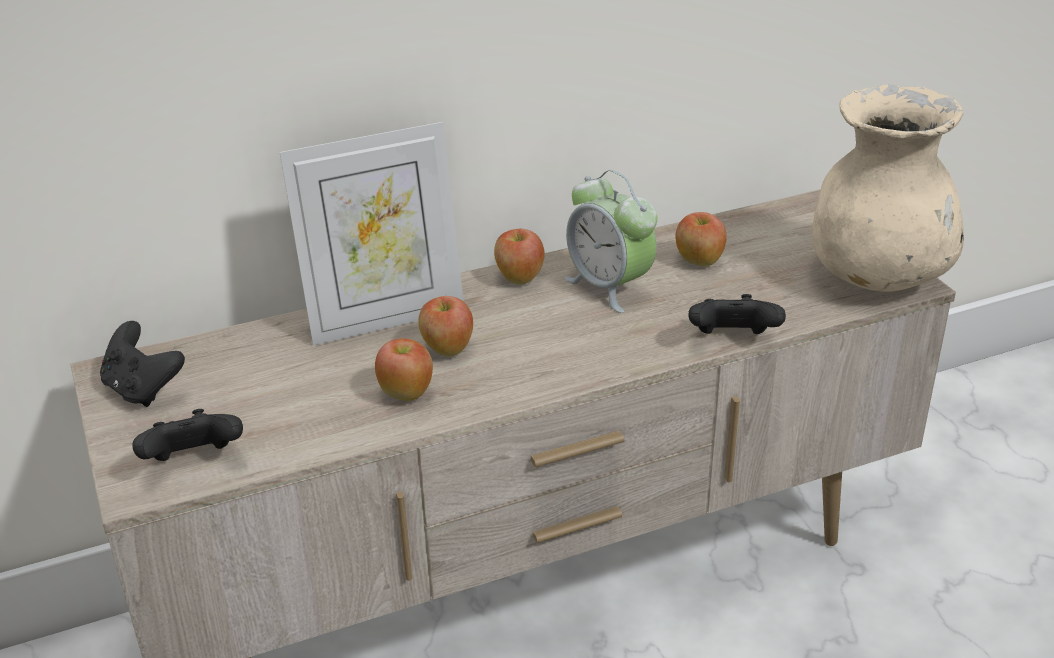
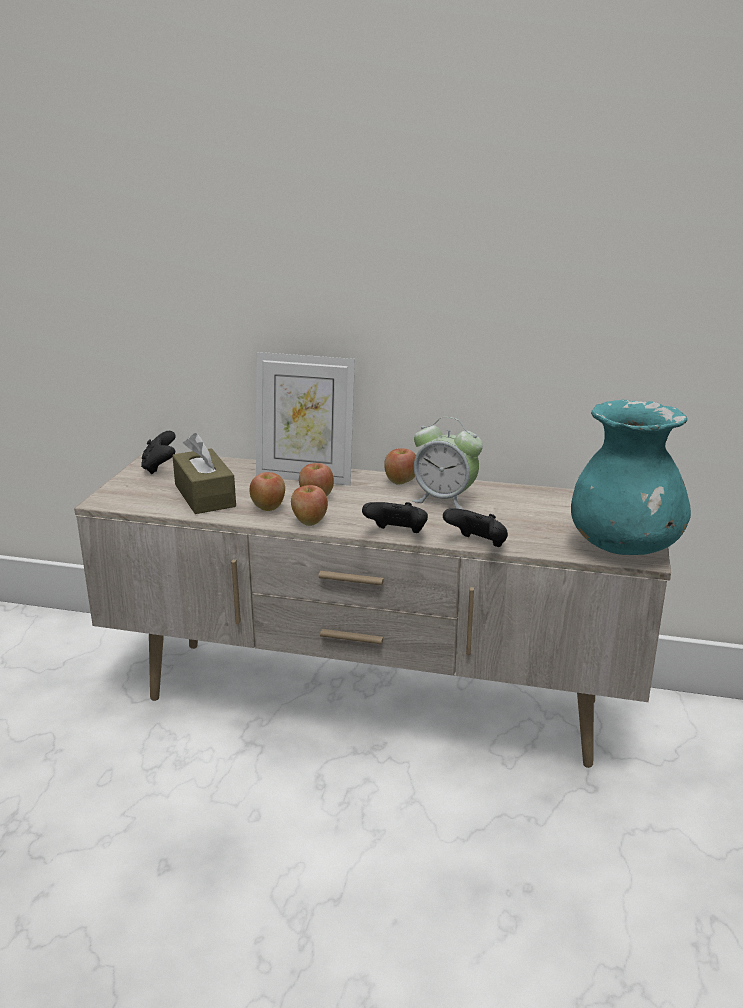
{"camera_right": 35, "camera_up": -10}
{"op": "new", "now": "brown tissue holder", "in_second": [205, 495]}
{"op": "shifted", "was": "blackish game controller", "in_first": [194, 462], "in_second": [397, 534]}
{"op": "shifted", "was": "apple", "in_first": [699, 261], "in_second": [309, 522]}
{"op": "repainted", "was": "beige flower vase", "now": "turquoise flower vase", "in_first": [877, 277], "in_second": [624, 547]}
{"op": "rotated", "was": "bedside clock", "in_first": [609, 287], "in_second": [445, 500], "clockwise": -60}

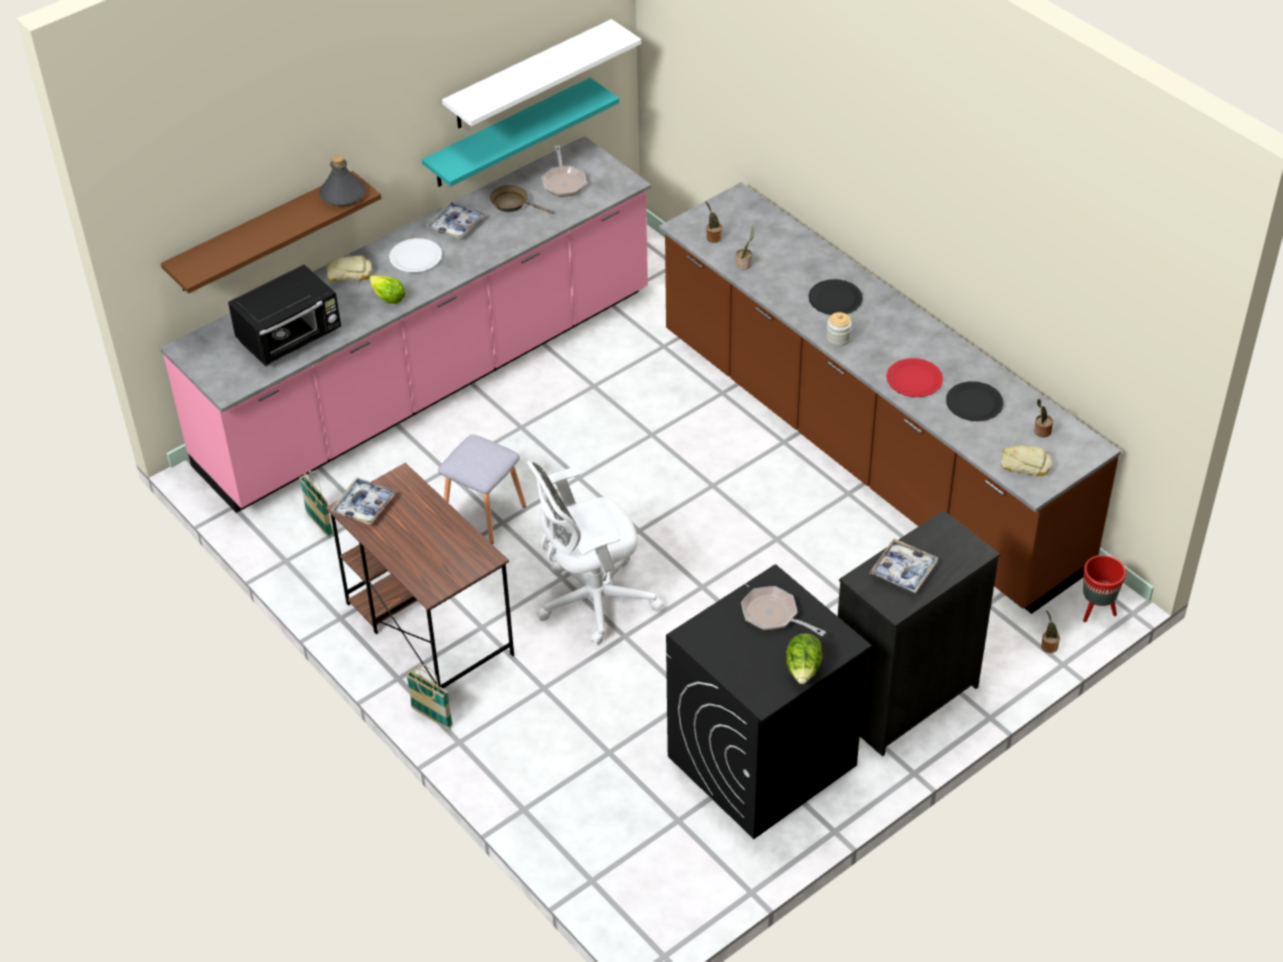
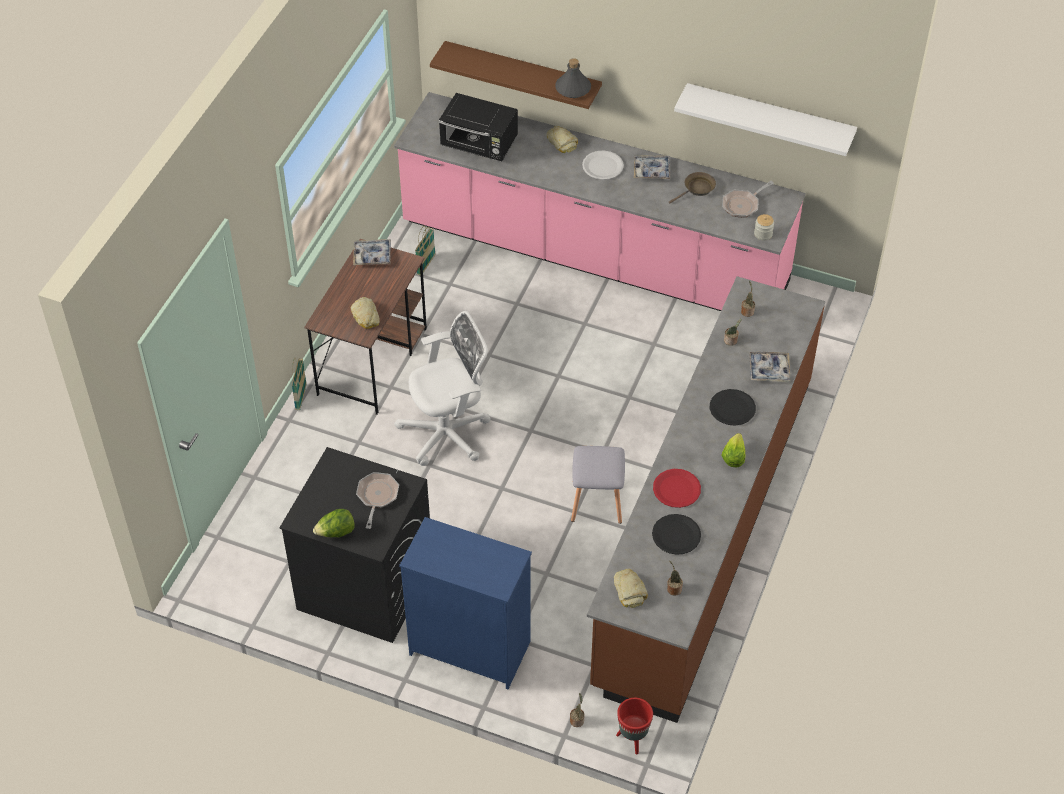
{"camera_right": 60, "camera_up": 5}
{"op": "gone", "was": "turquoise shelf", "in_first": [509, 134]}
{"op": "new", "now": "bread", "in_second": [365, 316]}
{"op": "shifted", "was": "lettuce", "in_first": [387, 297], "in_second": [733, 457]}
{"op": "shifted", "was": "grey stool", "in_first": [482, 513], "in_second": [596, 501]}
{"op": "shifted", "was": "storage jar", "in_first": [838, 338], "in_second": [763, 234]}
{"op": "shifted", "was": "carrying tray", "in_first": [903, 571], "in_second": [769, 370]}
{"op": "repainted", "was": "blackish dresser", "now": "bluish dresser", "in_first": [903, 698], "in_second": [470, 647]}
{"op": "rotated", "was": "brown frying pan", "in_first": [513, 204], "in_second": [697, 189], "clockwise": 60}
{"op": "rotated", "was": "white office chair", "in_first": [591, 601], "in_second": [449, 433], "clockwise": 120}

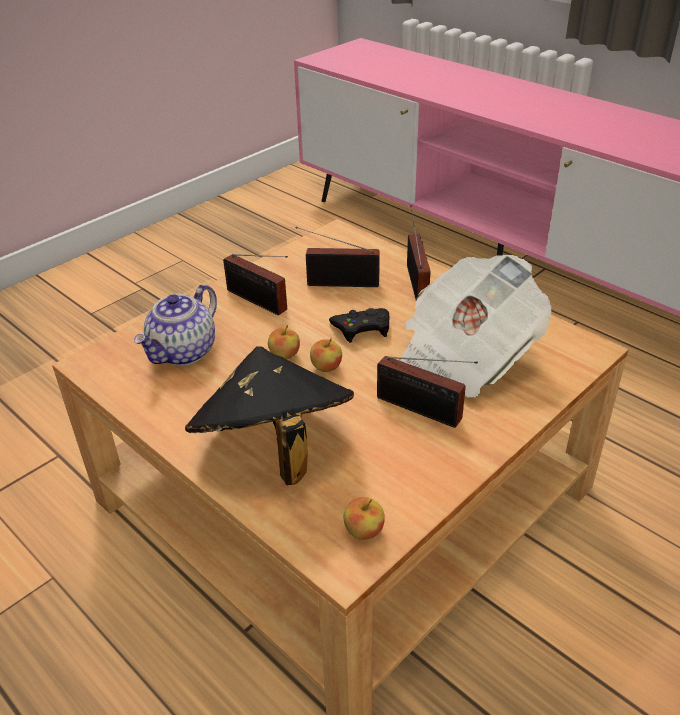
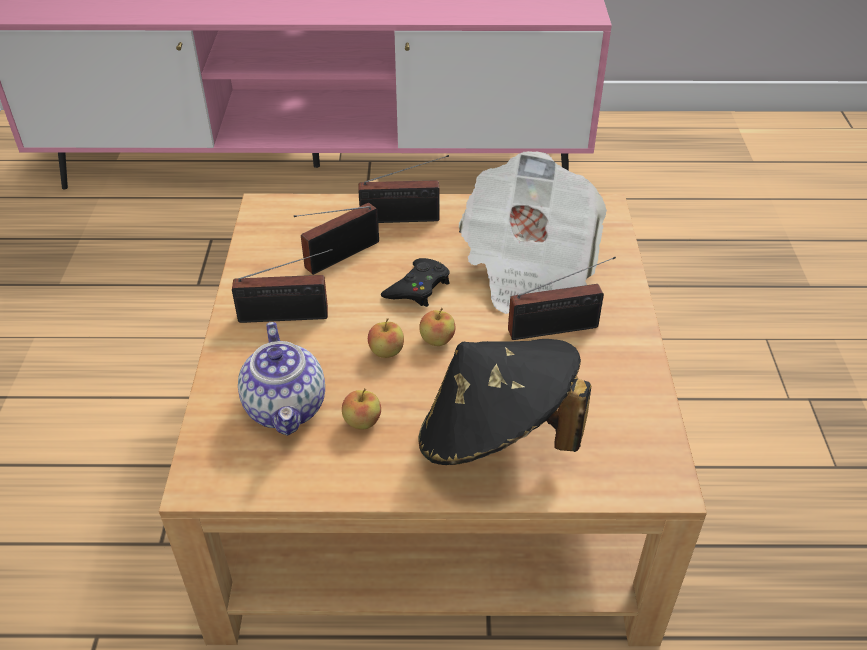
{"camera_right": -45, "camera_up": 5}
{"op": "shifted", "was": "apple", "in_first": [364, 531], "in_second": [362, 422]}
{"op": "rotated", "was": "radio", "in_first": [417, 281], "in_second": [404, 219], "clockwise": 135}

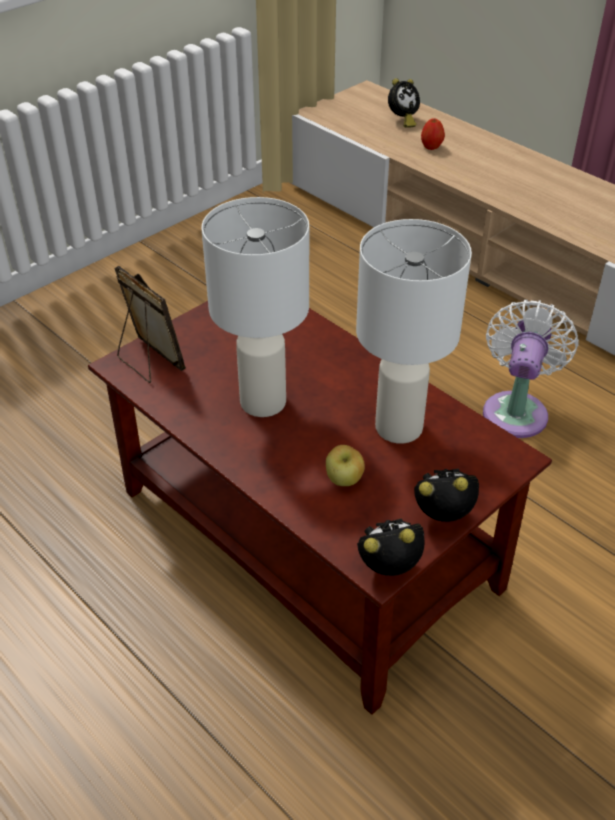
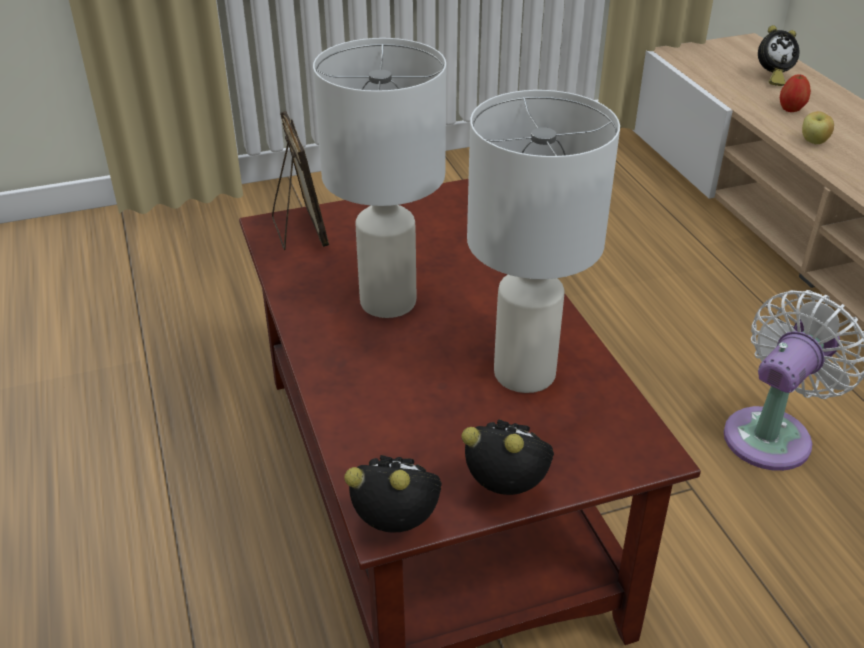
{"camera_right": 25, "camera_up": -5}
{"op": "shifted", "was": "apple", "in_first": [344, 480], "in_second": [813, 142]}

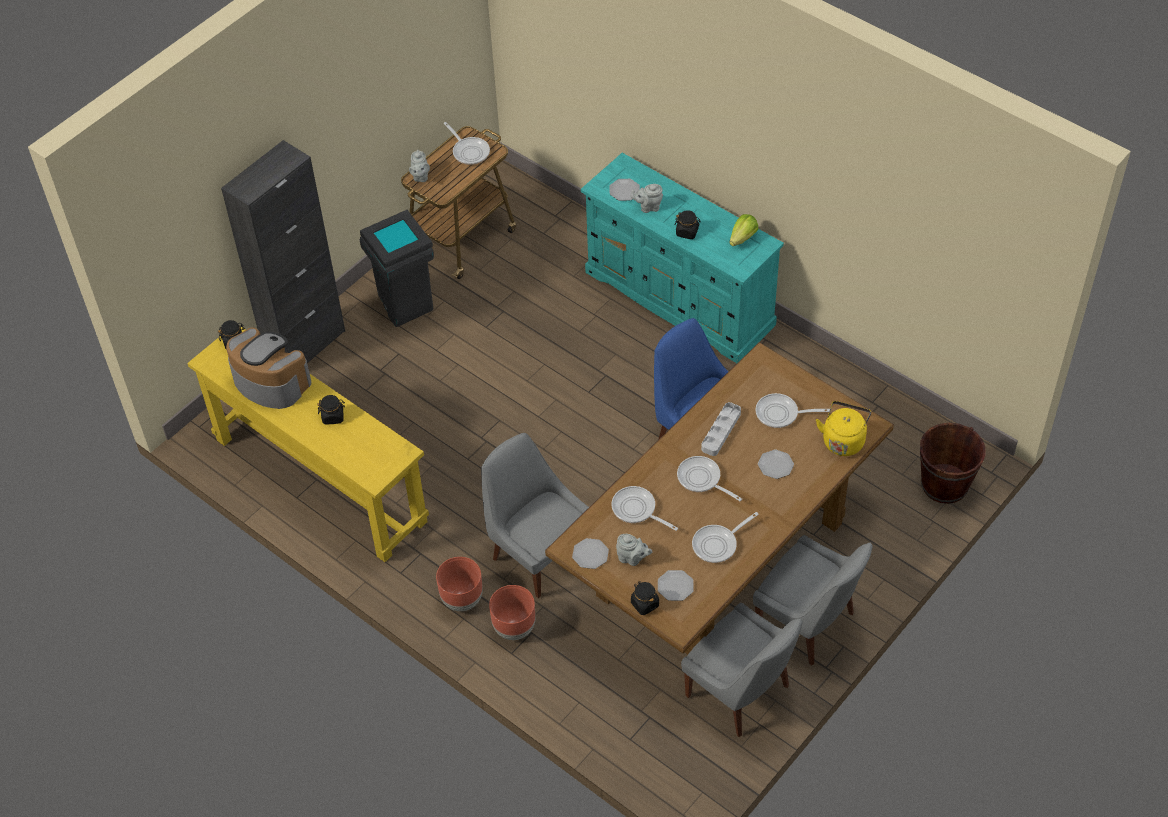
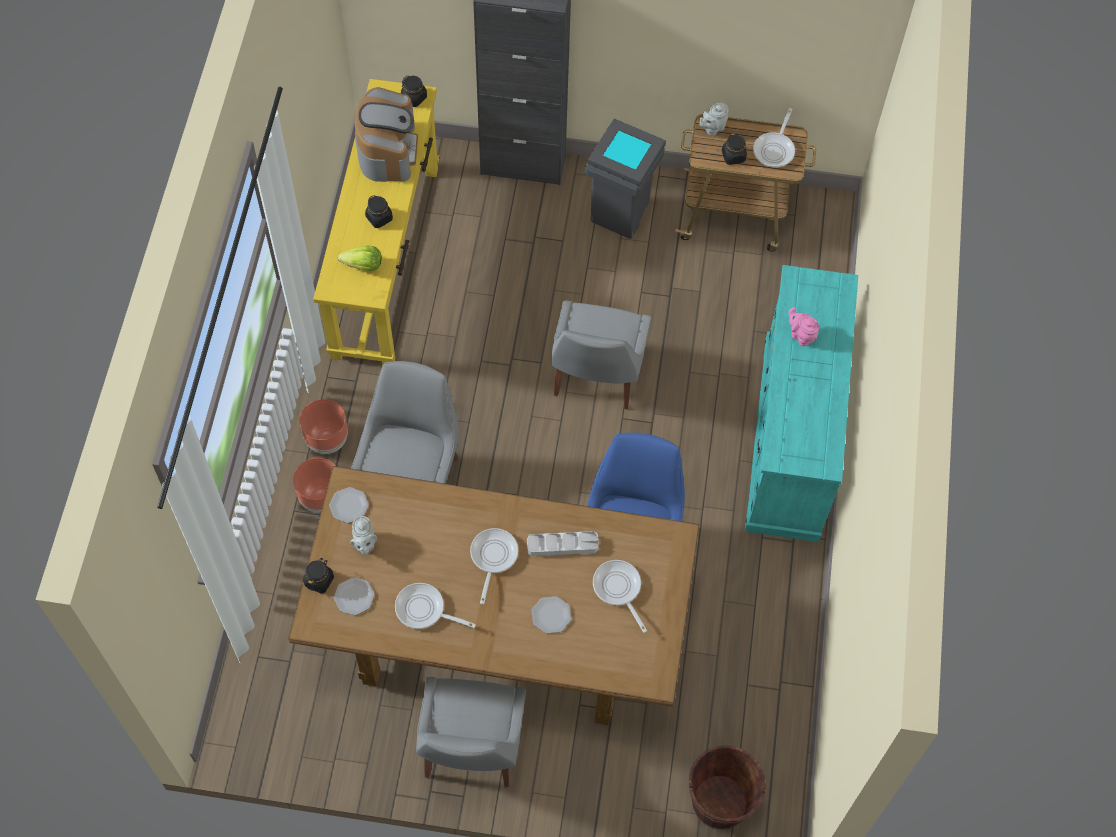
{"camera_right": 55, "camera_up": 10}
{"op": "gone", "was": "plate", "in_first": [625, 190]}
{"op": "gone", "was": "frying pan", "in_first": [637, 510]}
{"op": "gone", "was": "yellow-coloured tea kettle", "in_first": [843, 440]}
{"op": "shifted", "was": "blackish storage jar", "in_first": [687, 232], "in_second": [733, 156]}
{"op": "shifted", "was": "grey chair", "in_first": [740, 693], "in_second": [596, 377]}
{"op": "shifted", "was": "lettuce", "in_first": [743, 238], "in_second": [363, 266]}
{"op": "repainted", "was": "grey teapot", "now": "pink-coloured teapot", "in_first": [648, 207], "in_second": [801, 335]}

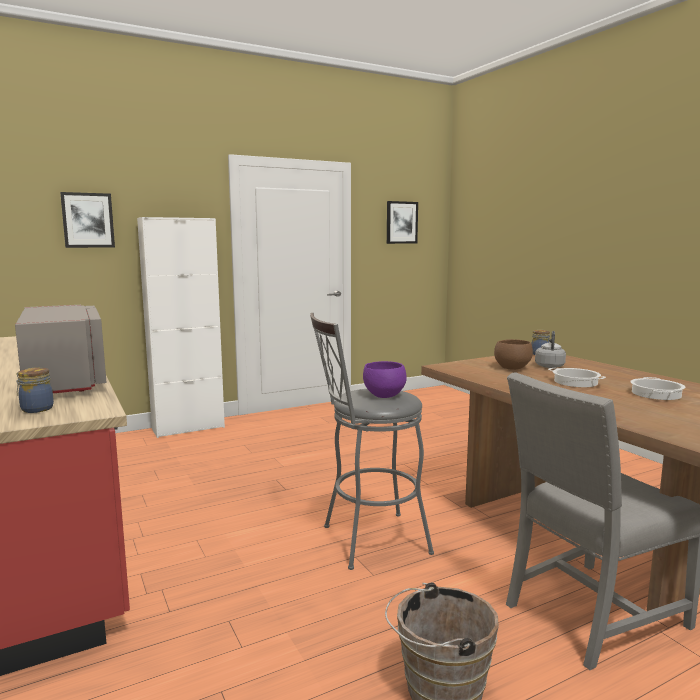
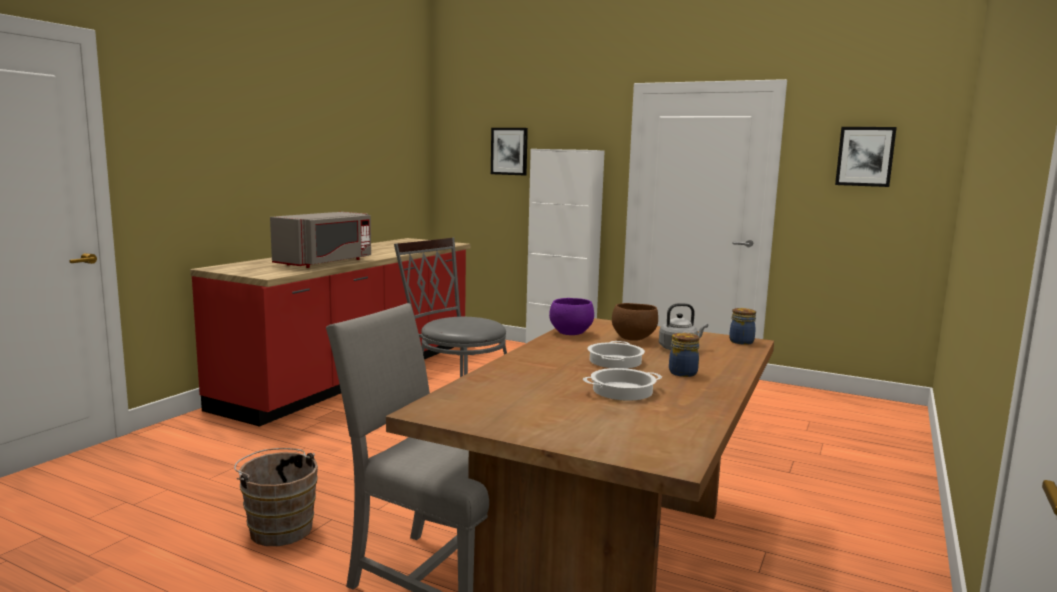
{"camera_right": 55, "camera_up": 0}
{"op": "shifted", "was": "storage jar", "in_first": [36, 409], "in_second": [682, 372]}
{"op": "shifted", "was": "purple-coloured deep dish", "in_first": [384, 396], "in_second": [569, 333]}

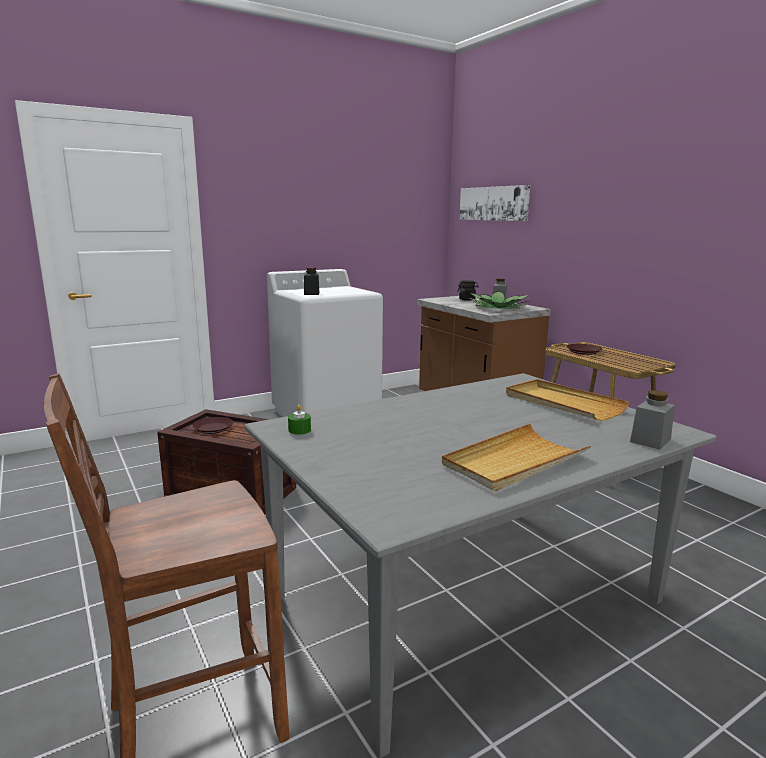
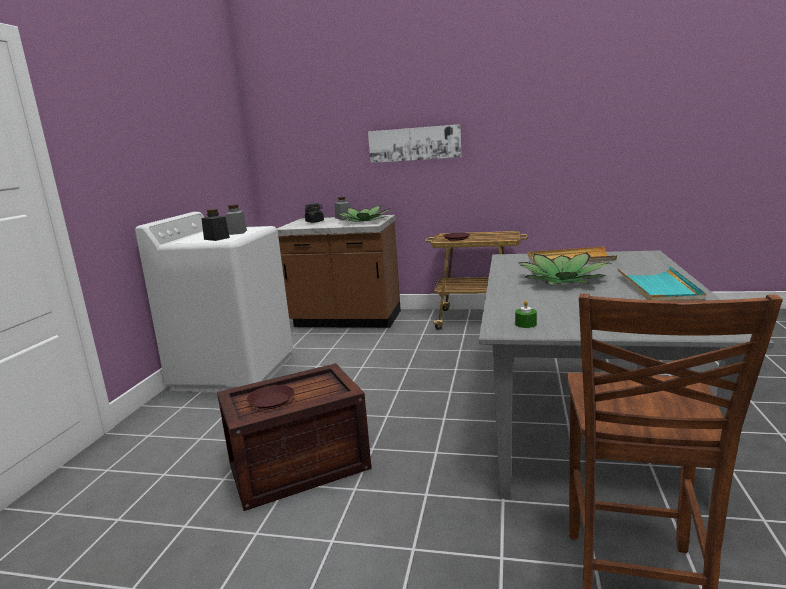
{"camera_right": -45, "camera_up": 0}
{"op": "new", "now": "houseplant", "in_second": [563, 280]}
{"op": "shifted", "was": "wall art", "in_first": [493, 203], "in_second": [414, 144]}
{"op": "shifted", "was": "grey storage jar", "in_first": [650, 440], "in_second": [237, 232]}
{"op": "repainted", "was": "beige carrying tray", "now": "turquoise carrying tray", "in_first": [514, 461], "in_second": [659, 288]}

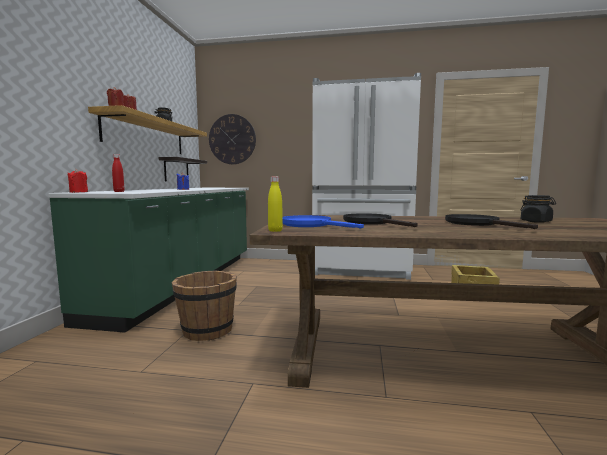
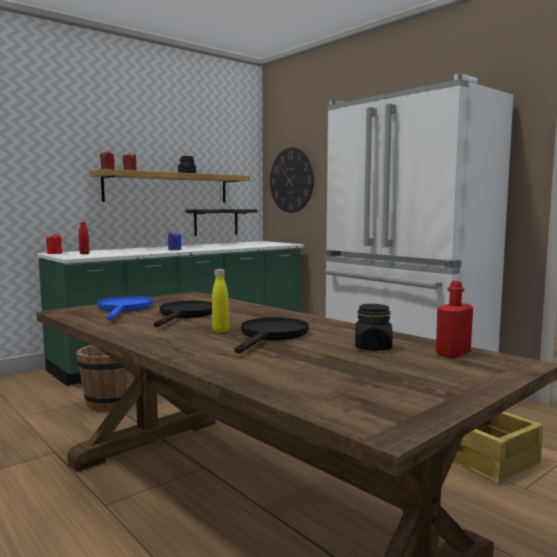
{"camera_right": 40, "camera_up": 0}
{"op": "new", "now": "red beverage bottle", "in_second": [453, 353]}
{"op": "shifted", "was": "yellow-coloured beverage bottle", "in_first": [275, 231], "in_second": [220, 331]}

